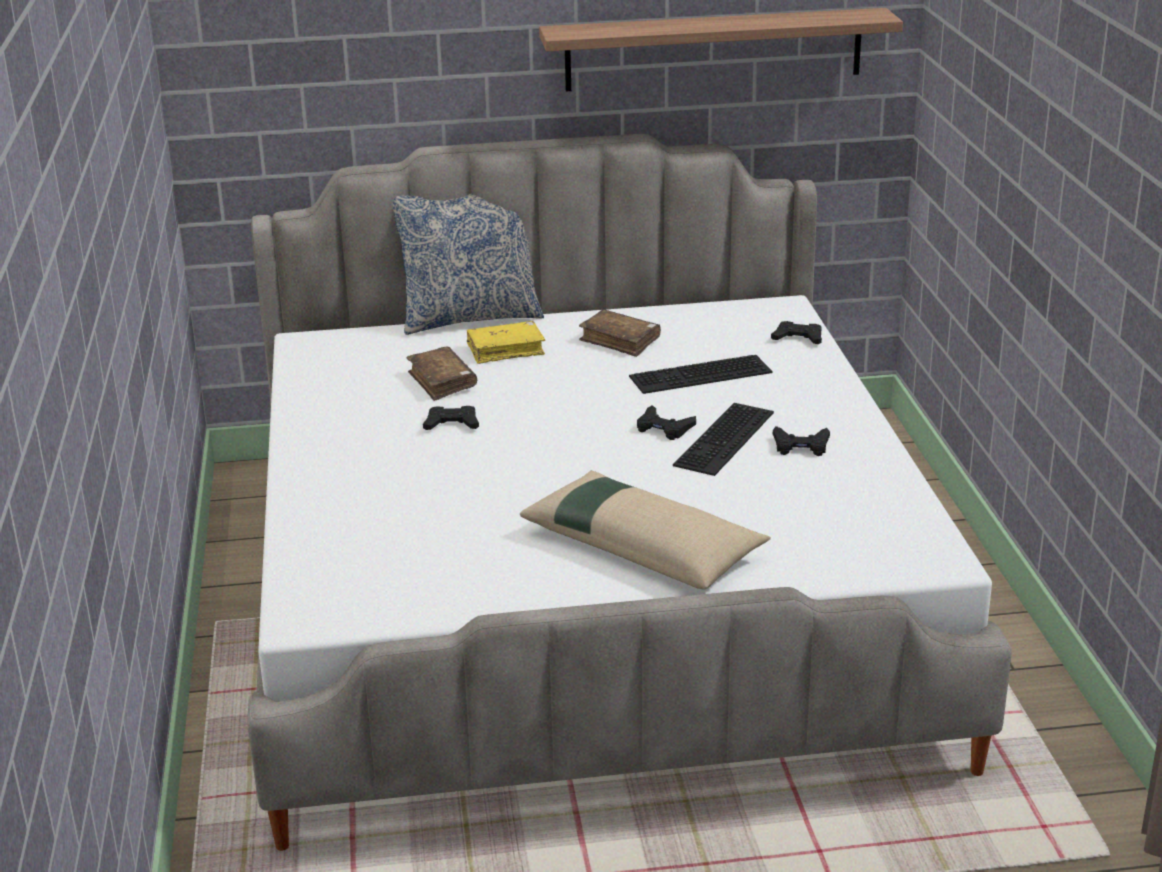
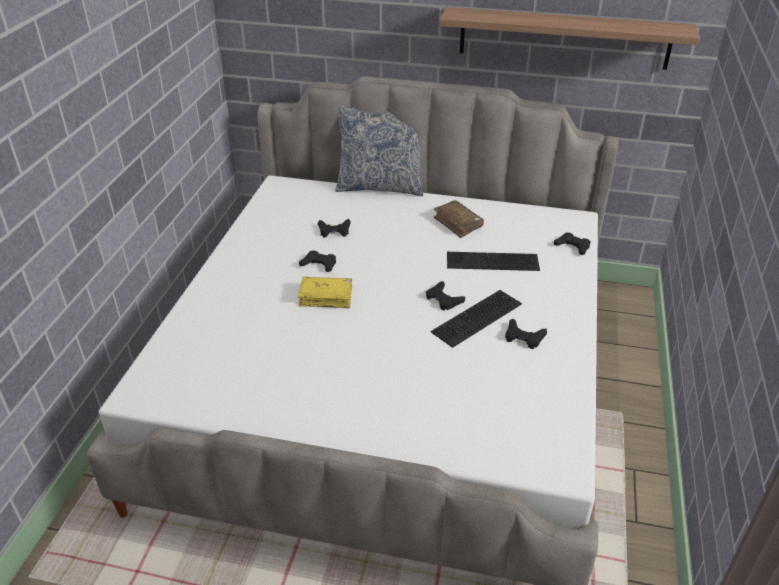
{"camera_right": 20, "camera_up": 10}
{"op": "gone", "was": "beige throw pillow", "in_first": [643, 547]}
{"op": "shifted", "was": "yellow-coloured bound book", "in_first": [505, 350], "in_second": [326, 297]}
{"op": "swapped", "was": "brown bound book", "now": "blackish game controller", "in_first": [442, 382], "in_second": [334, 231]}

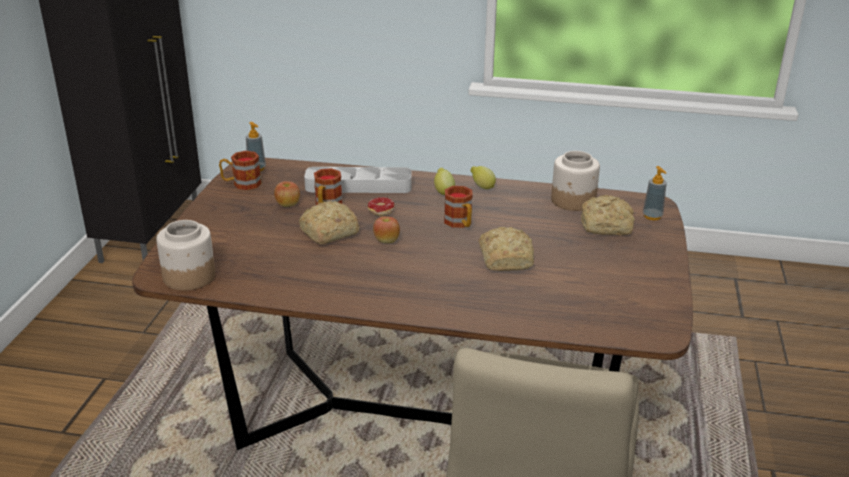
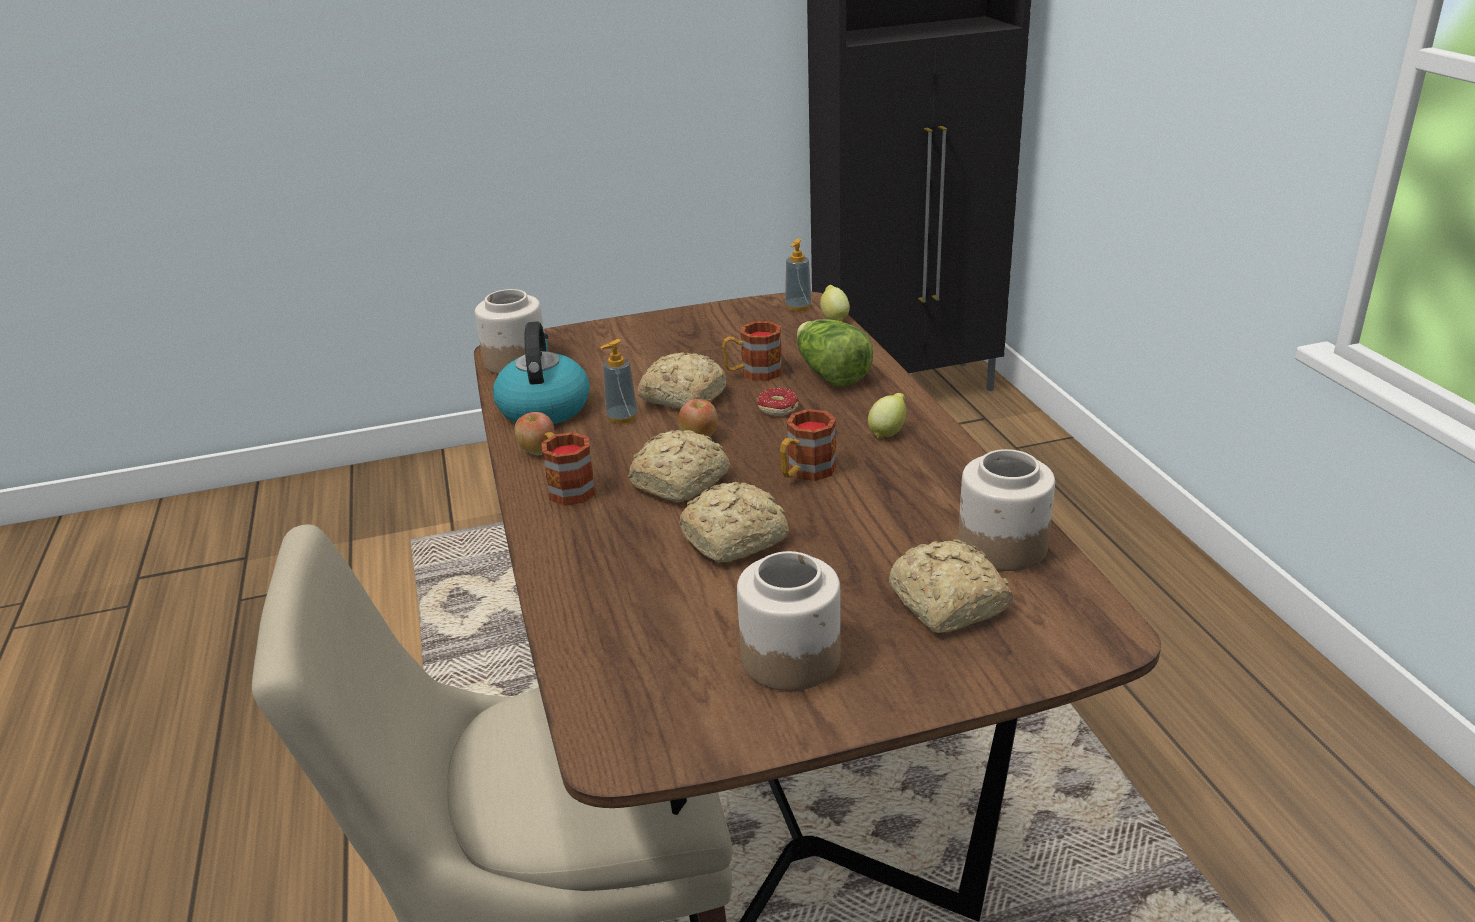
{"camera_right": 65, "camera_up": 0}
{"op": "new", "now": "tea kettle", "in_second": [544, 408]}
{"op": "new", "now": "bread", "in_second": [682, 481]}
{"op": "new", "now": "storage jar", "in_second": [791, 657]}
{"op": "shifted", "was": "coffee mug", "in_first": [241, 184], "in_second": [567, 487]}
{"op": "shifted", "was": "apple", "in_first": [288, 205], "in_second": [537, 451]}
{"op": "shifted", "was": "citrus fruit", "in_first": [482, 187], "in_second": [834, 318]}
{"op": "shifted", "was": "soap dispenser", "in_first": [652, 216], "in_second": [622, 417]}
{"op": "swapped", "was": "grey carrying tray", "now": "lettuce", "in_first": [358, 186], "in_second": [830, 374]}

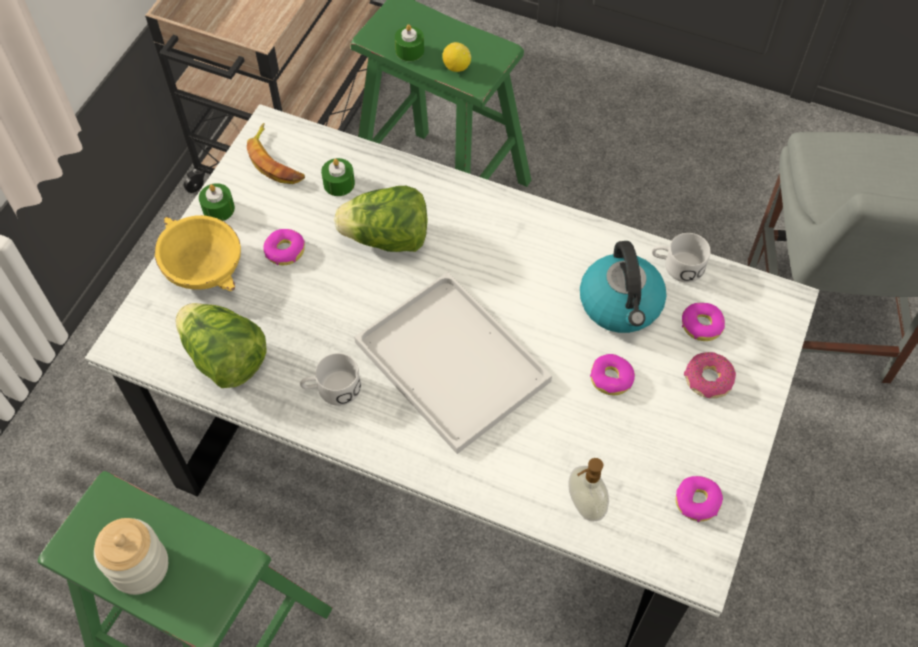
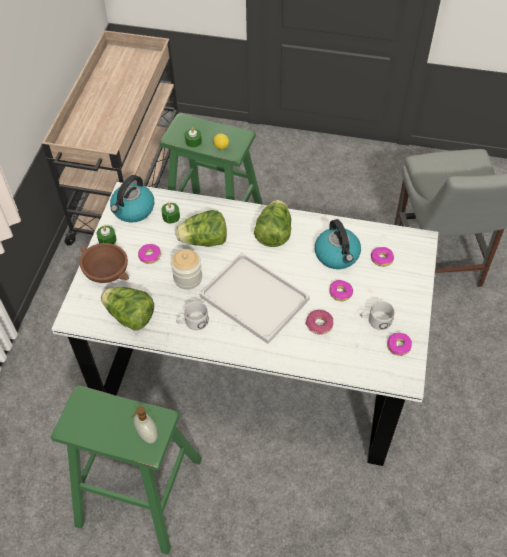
{"camera_right": -10, "camera_up": -5}
{"op": "new", "now": "lettuce", "in_second": [273, 234]}
{"op": "shifted", "was": "storage jar", "in_first": [139, 566], "in_second": [188, 278]}
{"op": "shifted", "was": "soap dispenser", "in_first": [583, 505], "in_second": [147, 435]}
{"op": "shifted", "was": "white coffee mug", "in_first": [676, 266], "in_second": [375, 320]}
{"op": "shifted", "was": "doughnut", "in_first": [708, 379], "in_second": [319, 325]}
{"op": "swapped", "was": "banana fruit", "now": "tea kettle", "in_first": [275, 161], "in_second": [133, 210]}
{"op": "repainted", "was": "yellow-coloured deep dish", "now": "brown deep dish", "in_first": [202, 266], "in_second": [105, 271]}

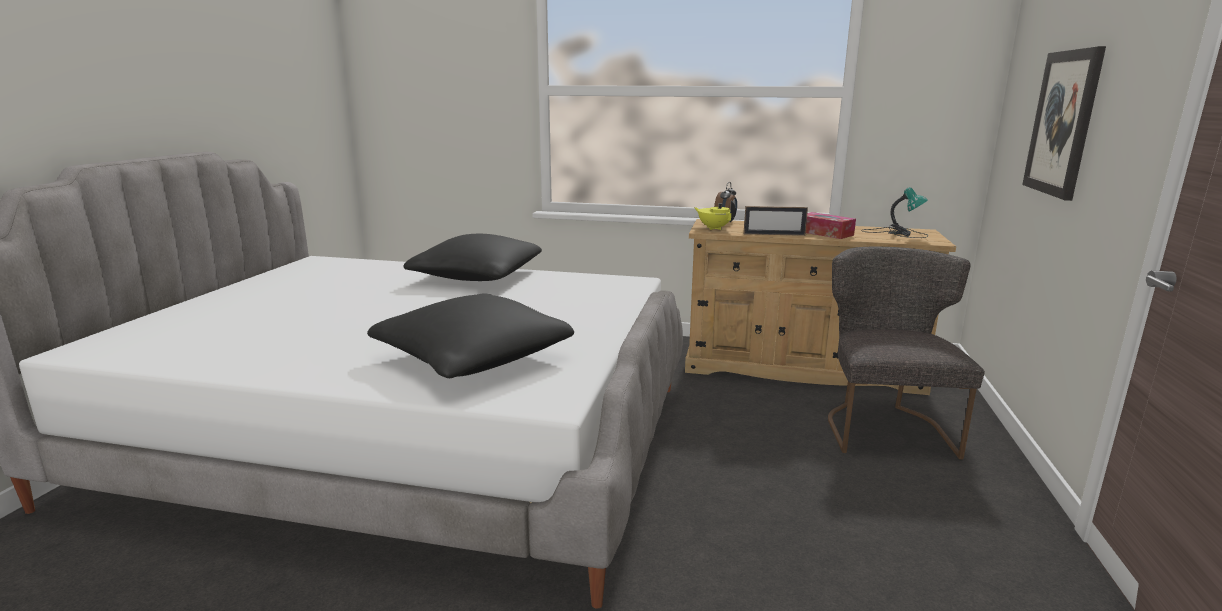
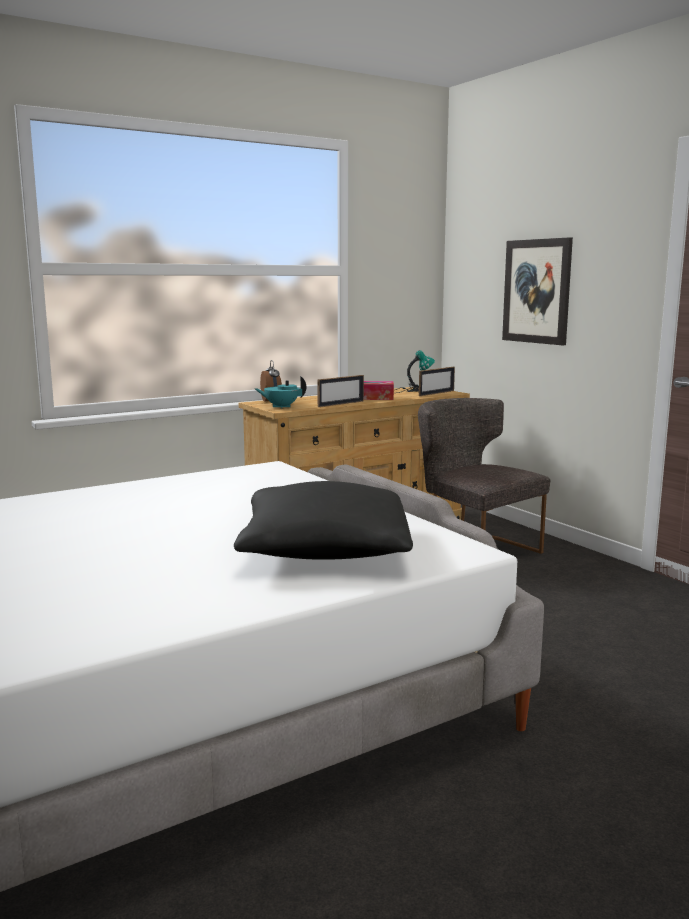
{"camera_right": -45, "camera_up": -5}
{"op": "gone", "was": "blackish throw pillow", "in_first": [477, 276]}
{"op": "new", "now": "photo frame", "in_second": [436, 393]}
{"op": "repainted", "was": "yellow-coloured teapot", "now": "turquoise teapot", "in_first": [714, 228], "in_second": [281, 407]}

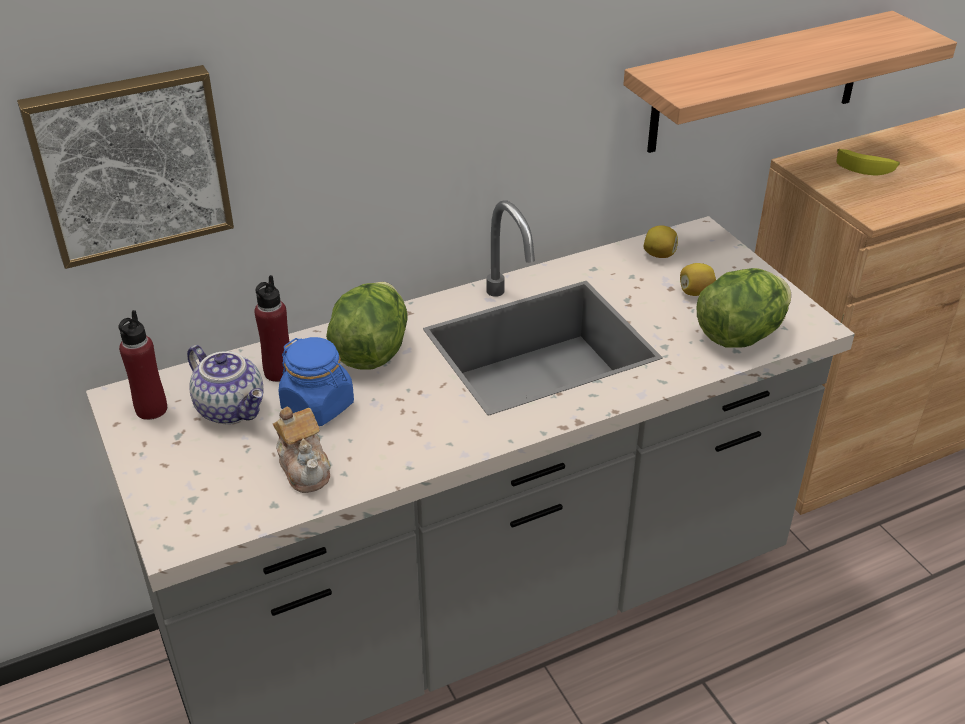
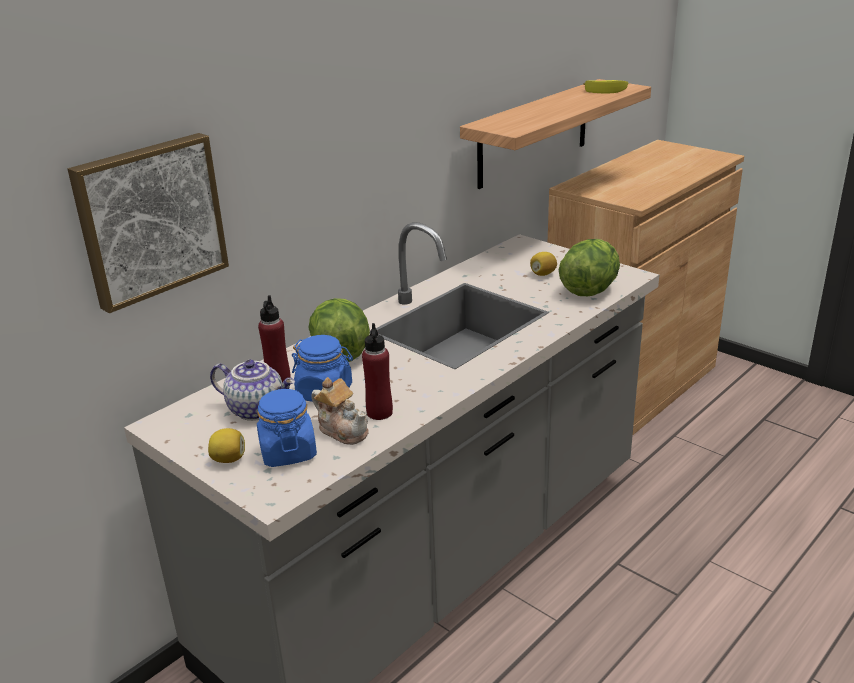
{"camera_right": -20, "camera_up": -10}
{"op": "new", "now": "bluish storage jar", "in_second": [288, 452]}
{"op": "shifted", "was": "red beverage bottle", "in_first": [151, 409], "in_second": [379, 412]}
{"op": "shifted", "was": "citrus fruit", "in_first": [659, 255], "in_second": [229, 459]}
{"op": "shifted", "was": "banana fruit", "in_first": [866, 167], "in_second": [606, 90]}

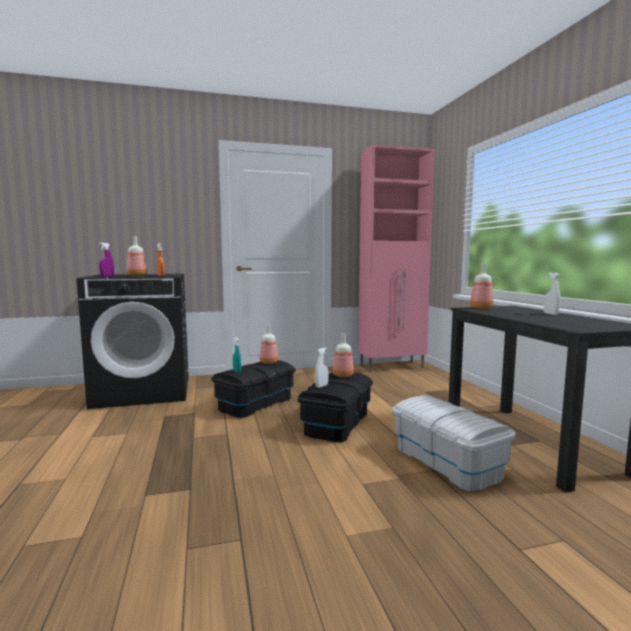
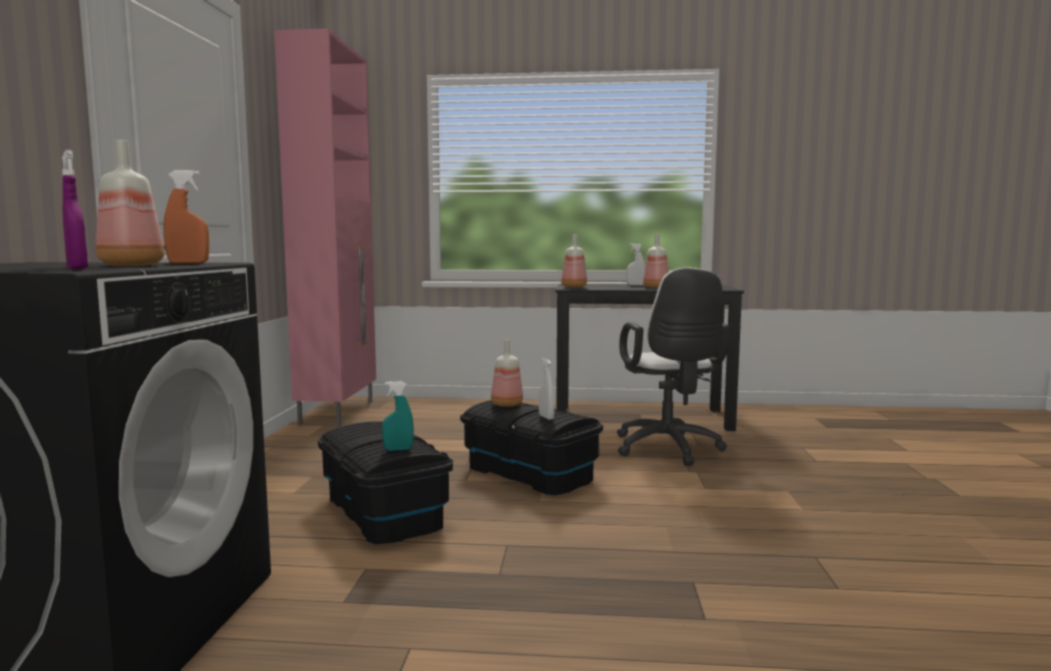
{"camera_right": -70, "camera_up": 0}
{"op": "shifted", "was": "beverage bottle", "in_first": [269, 362], "in_second": [656, 287]}
{"op": "swapped", "was": "white storage bin", "now": "white office chair", "in_first": [446, 462], "in_second": [669, 449]}

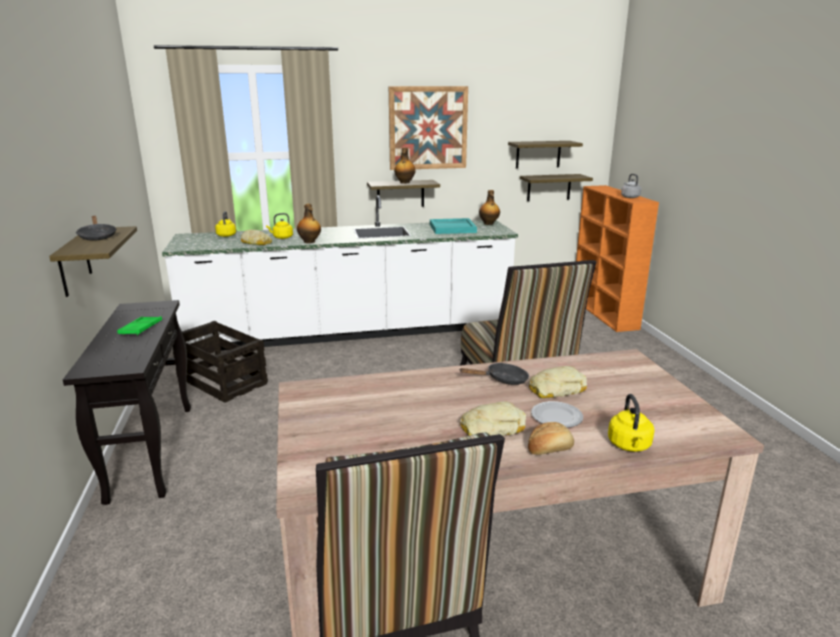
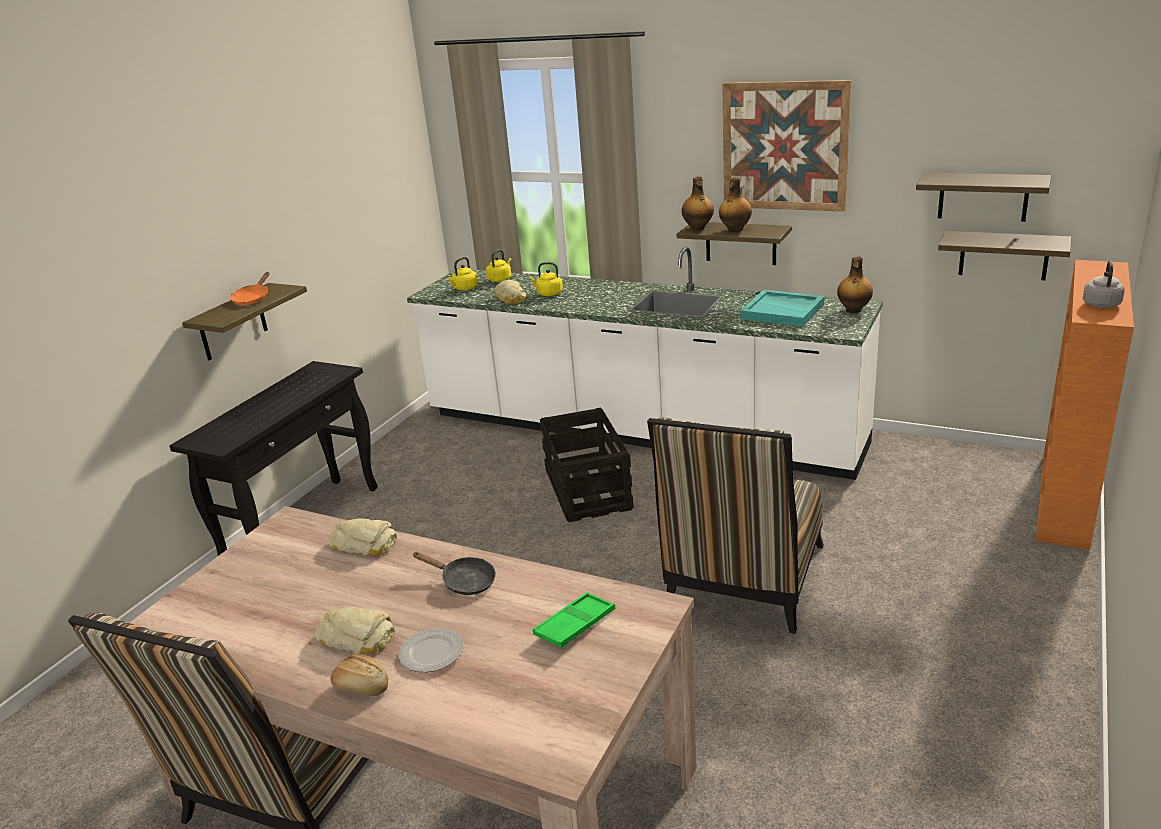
{"camera_right": 40, "camera_up": 5}
{"op": "shifted", "was": "greenish carrying tray", "in_first": [141, 329], "in_second": [575, 625]}
{"op": "shifted", "was": "crate", "in_first": [221, 380], "in_second": [587, 488]}
{"op": "shifted", "was": "beverage bottle", "in_first": [309, 242], "in_second": [697, 228]}
{"op": "shifted", "was": "bread", "in_first": [556, 389], "in_second": [365, 543]}
{"op": "shifted", "was": "yellow-coloured tea kettle", "in_first": [629, 446], "in_second": [464, 288]}
{"op": "repainted", "was": "blackish frying pan", "now": "orange-coloured frying pan", "in_first": [97, 236], "in_second": [253, 298]}

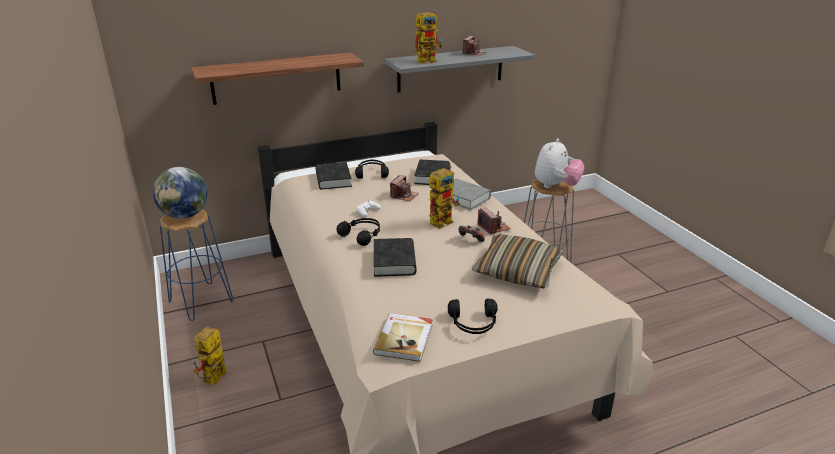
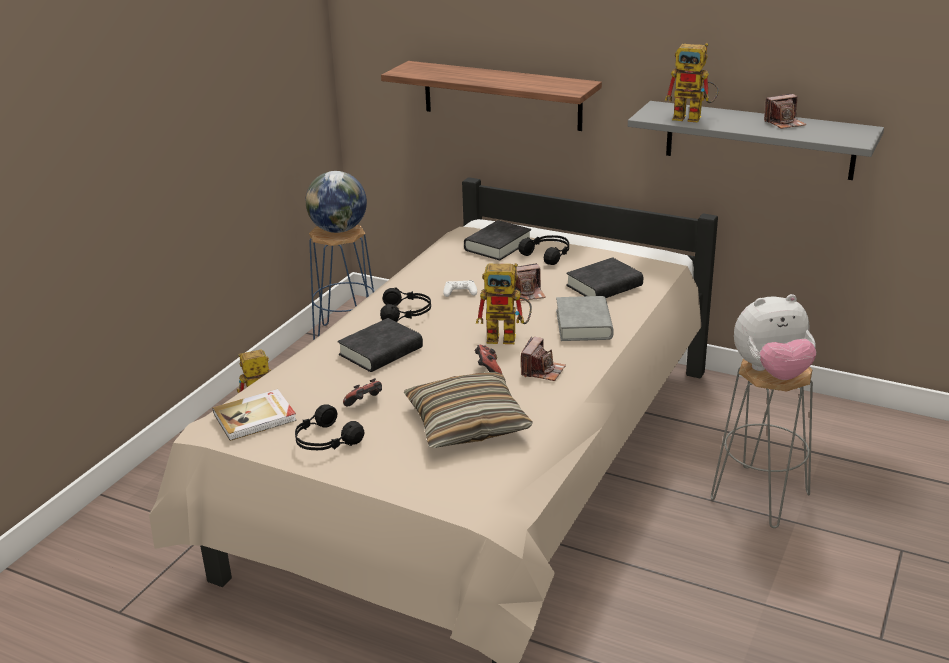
{"camera_right": 50, "camera_up": 0}
{"op": "new", "now": "game controller", "in_second": [365, 403]}

